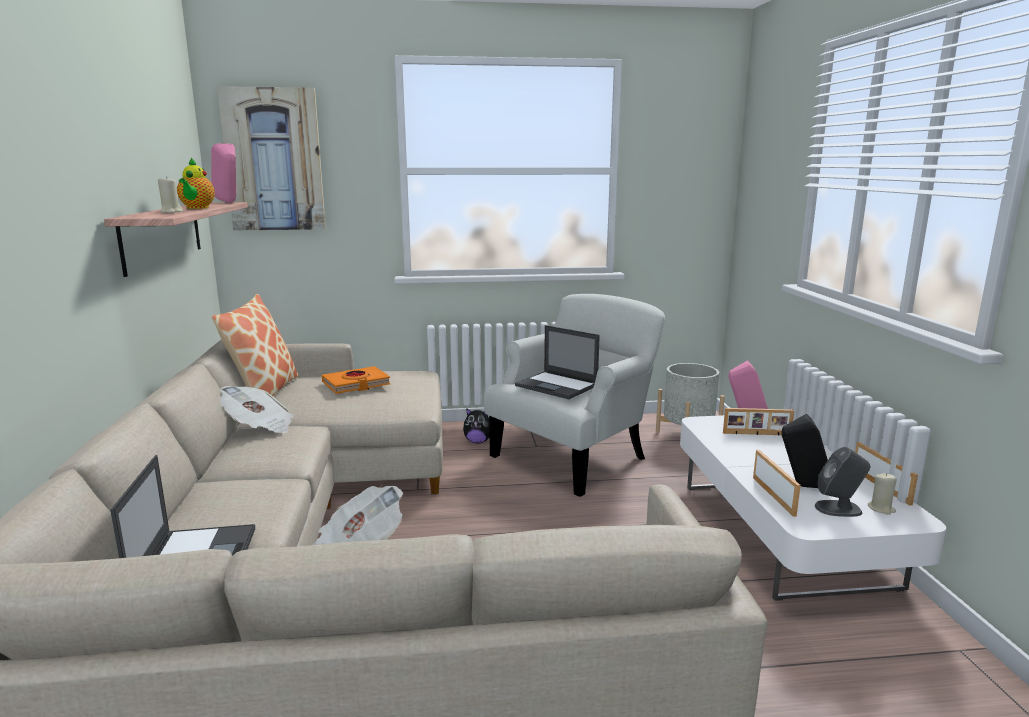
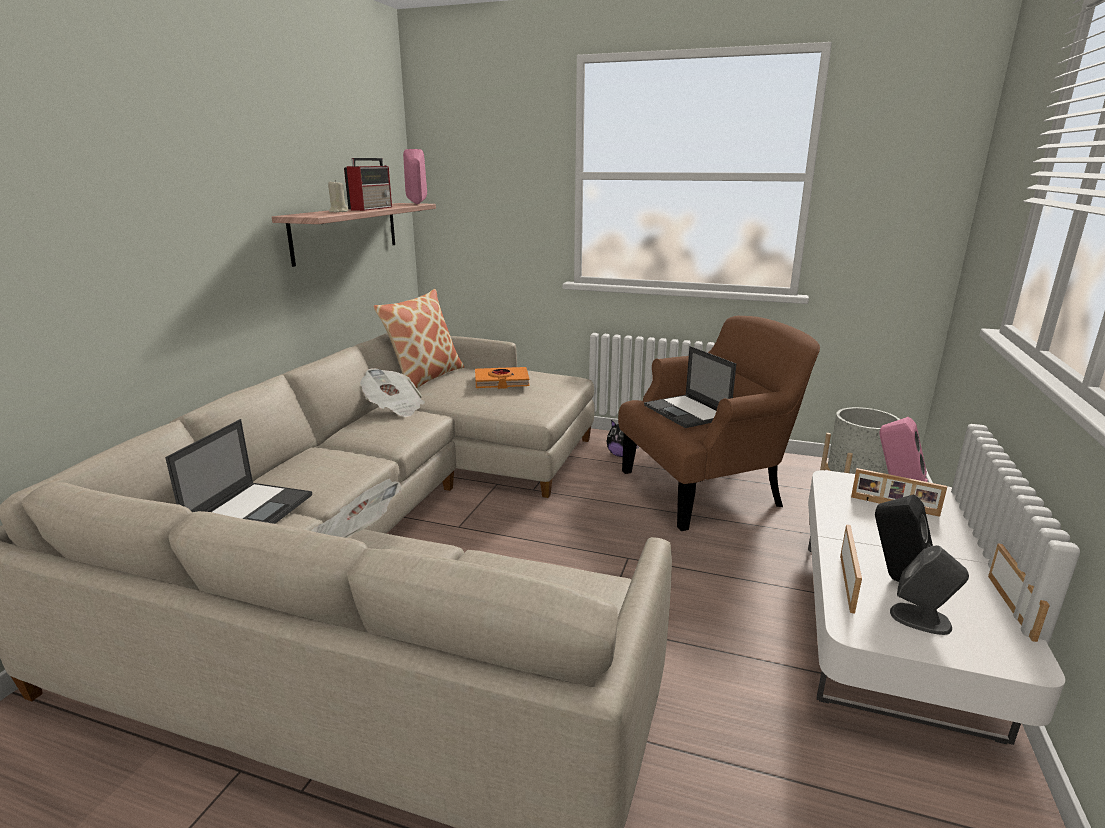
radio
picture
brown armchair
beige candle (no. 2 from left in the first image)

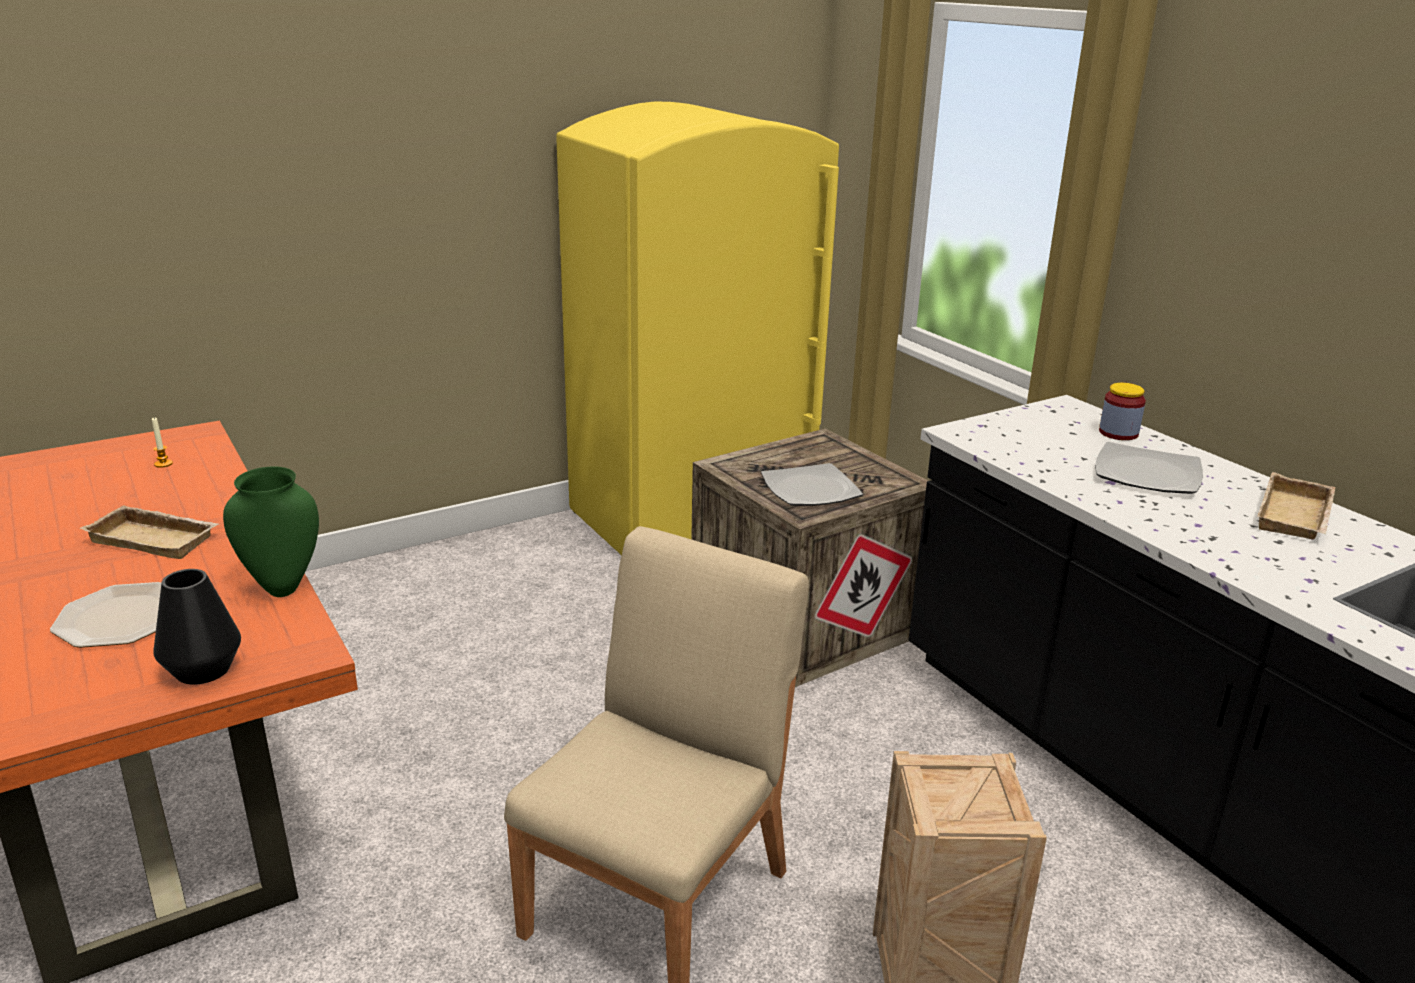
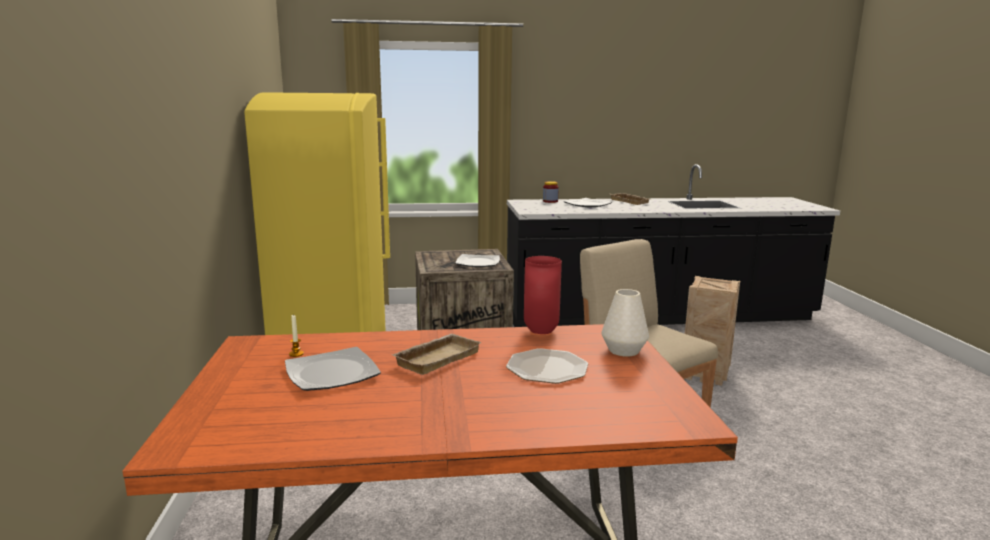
white vase
red vase
plate (no. 1 from left)

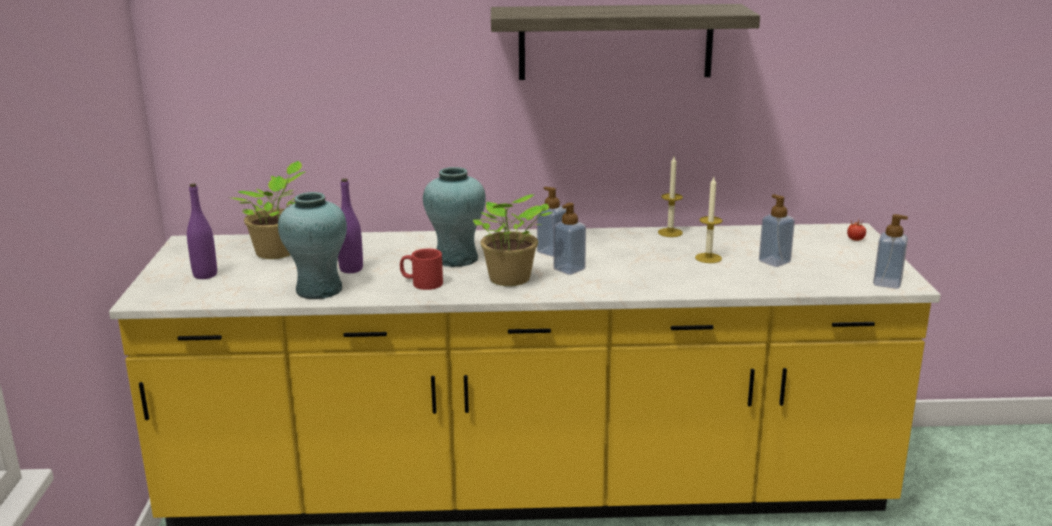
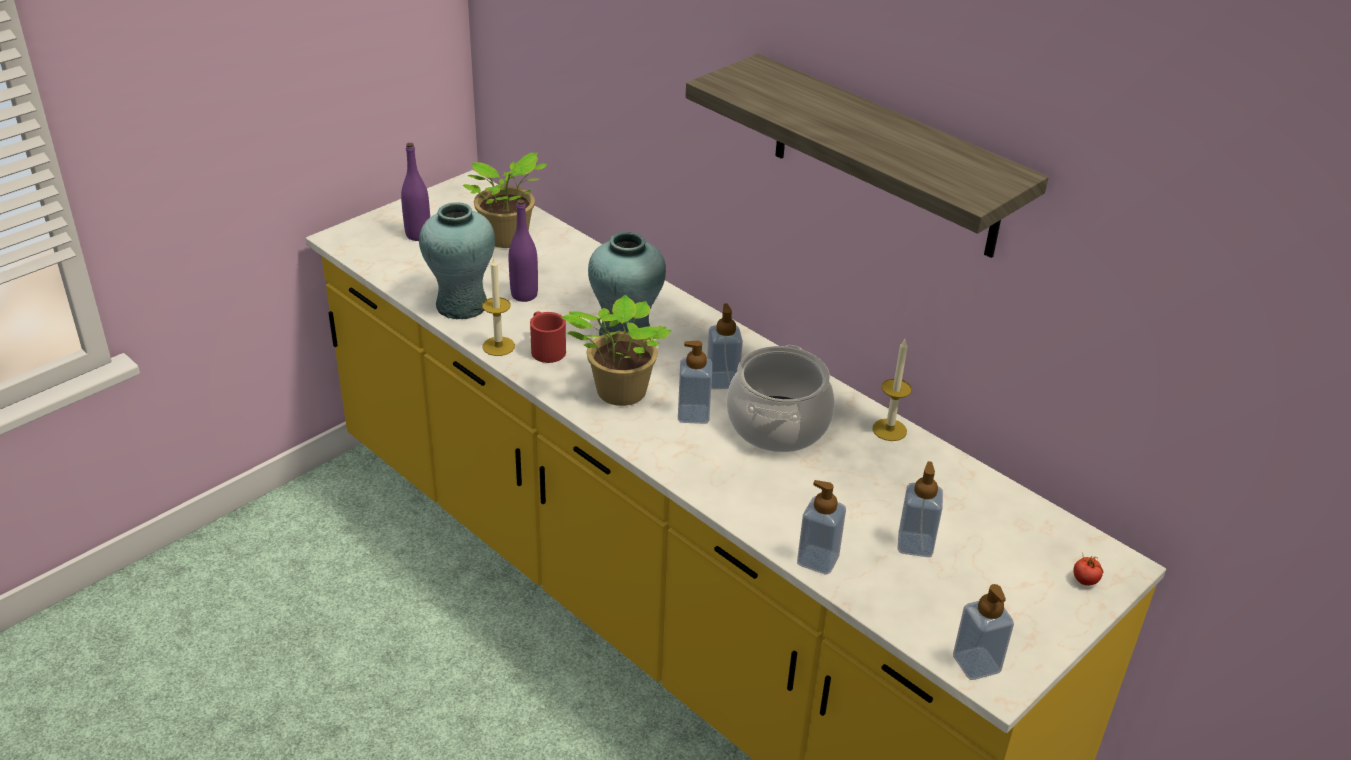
candle (no. 1 from left)
cooking pot
soap dispenser (no. 3 from left)

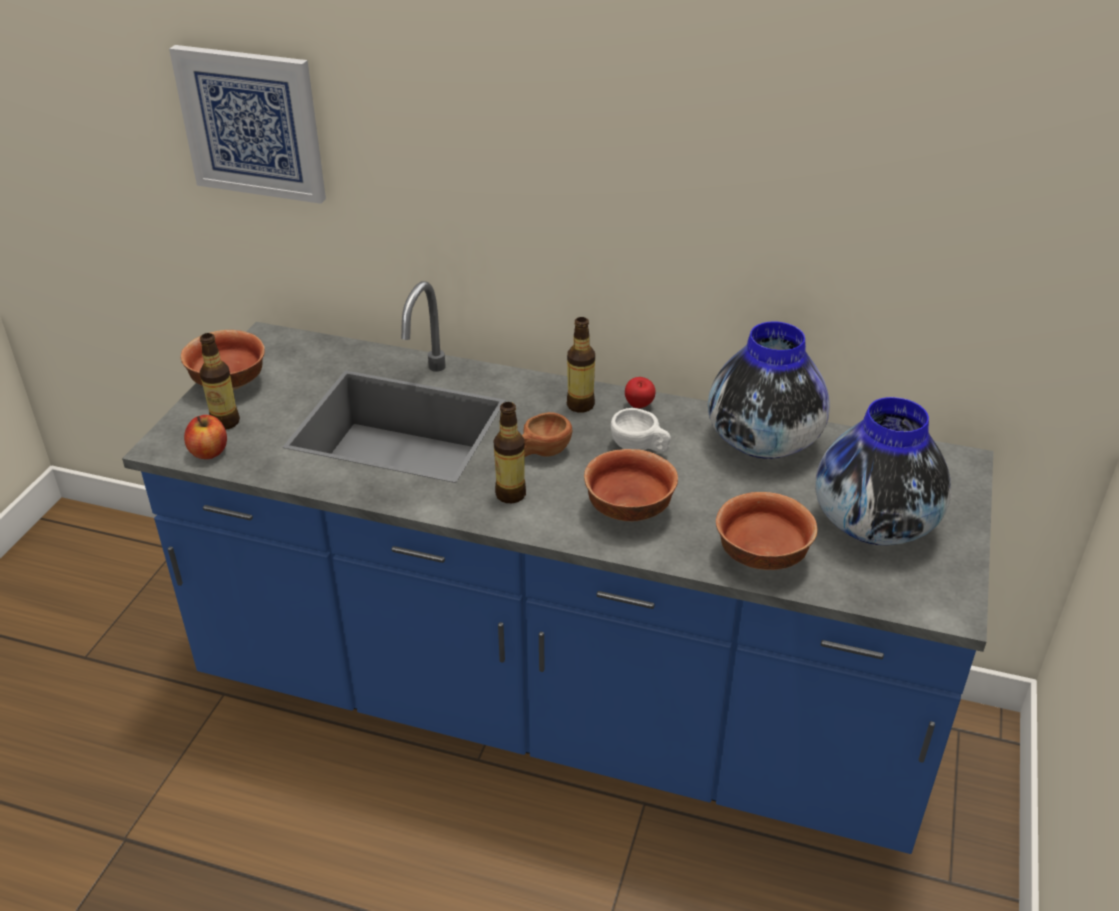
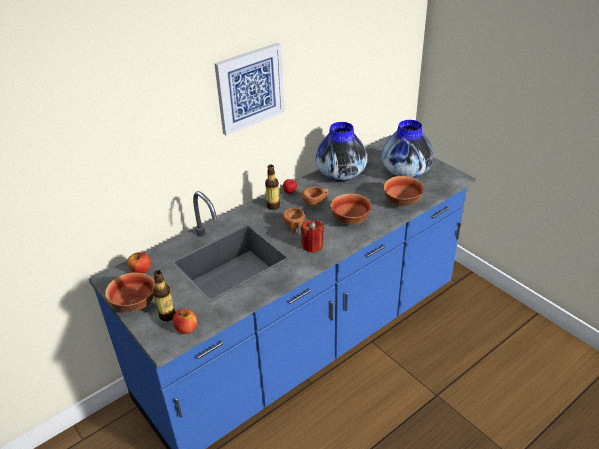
picture
red candle
brown cup (no. 2 from left)
apple (no. 1 from left)

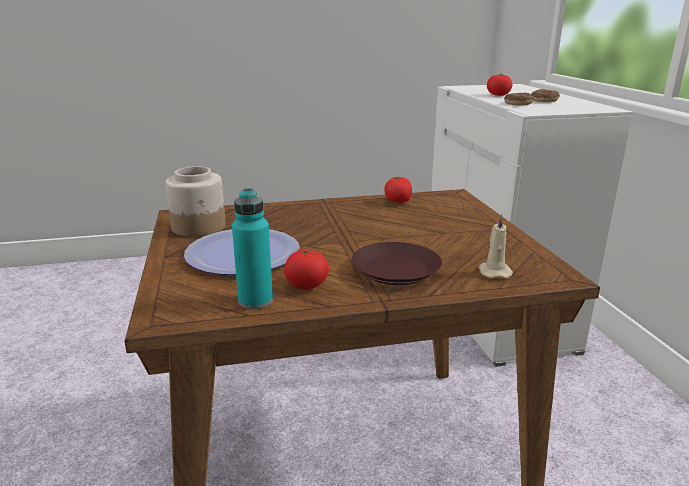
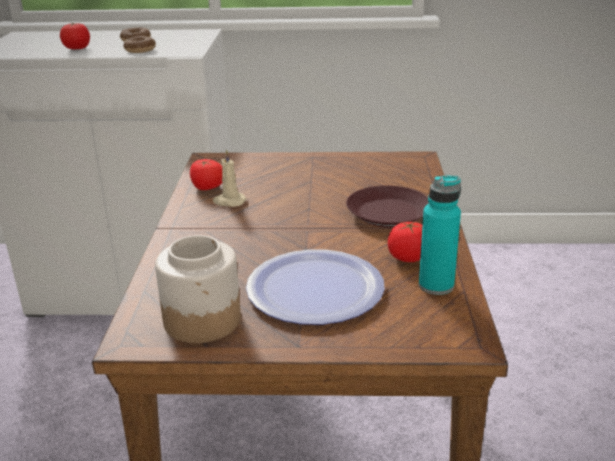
beige candle

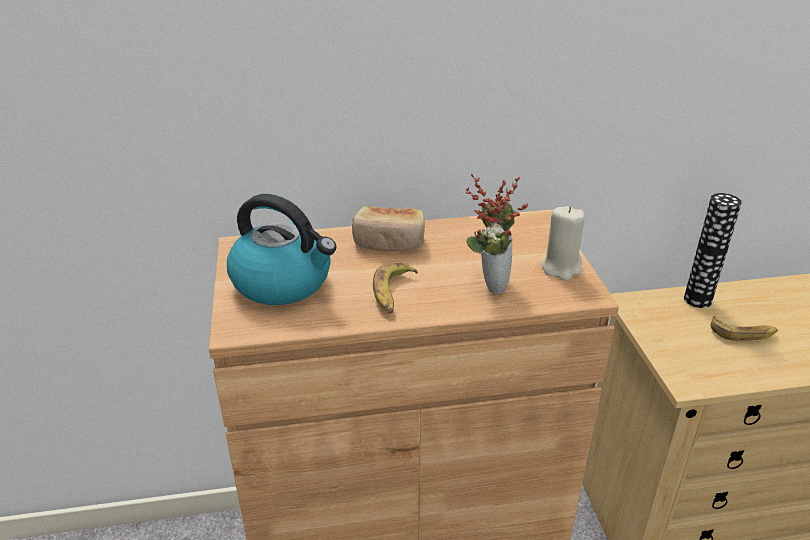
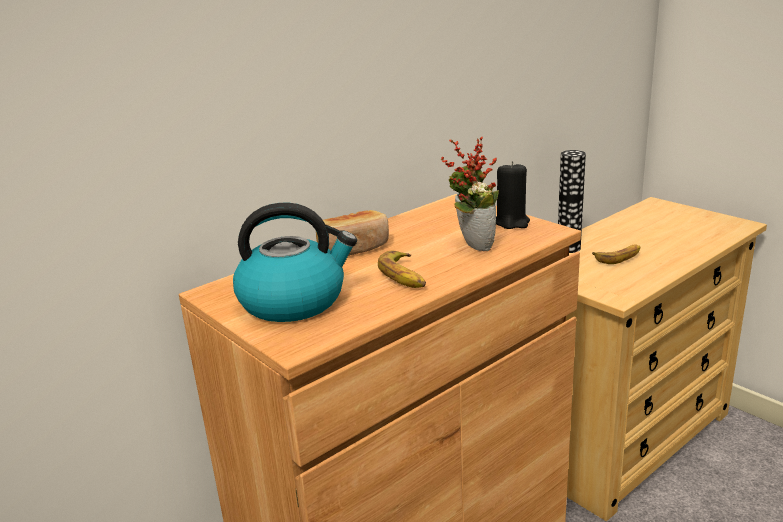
black candle

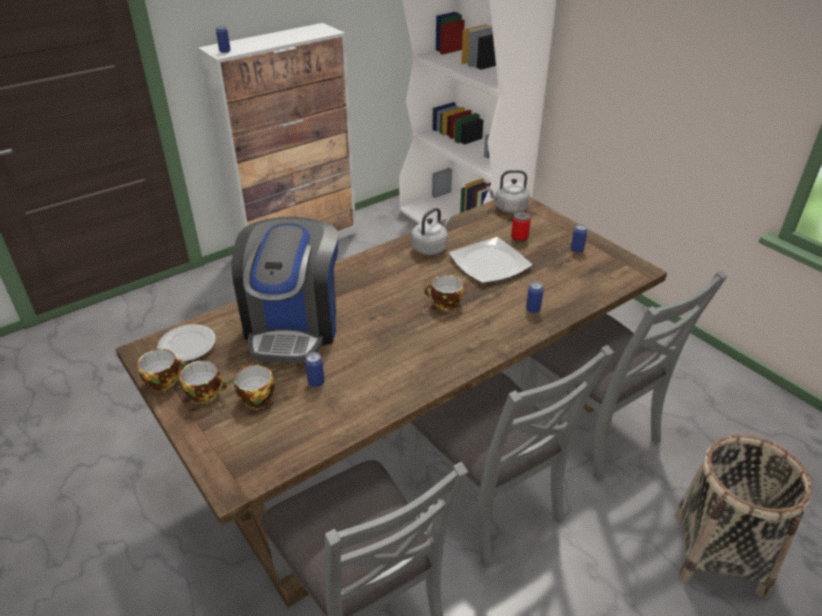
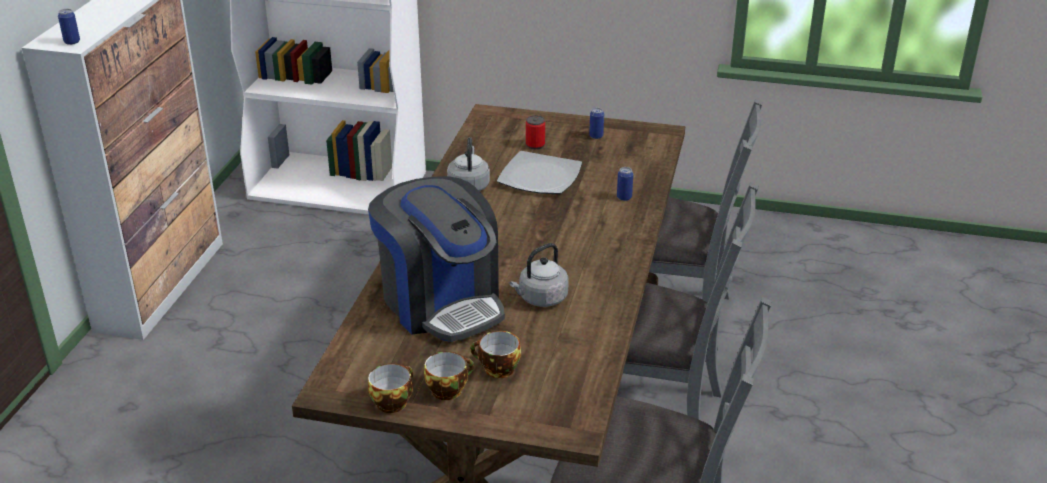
plate (no. 1 from left in the first image)
can (no. 2 from left in the first image)
cup (no. 4 from left in the first image)
grey kettle (no. 2 from left)
basket

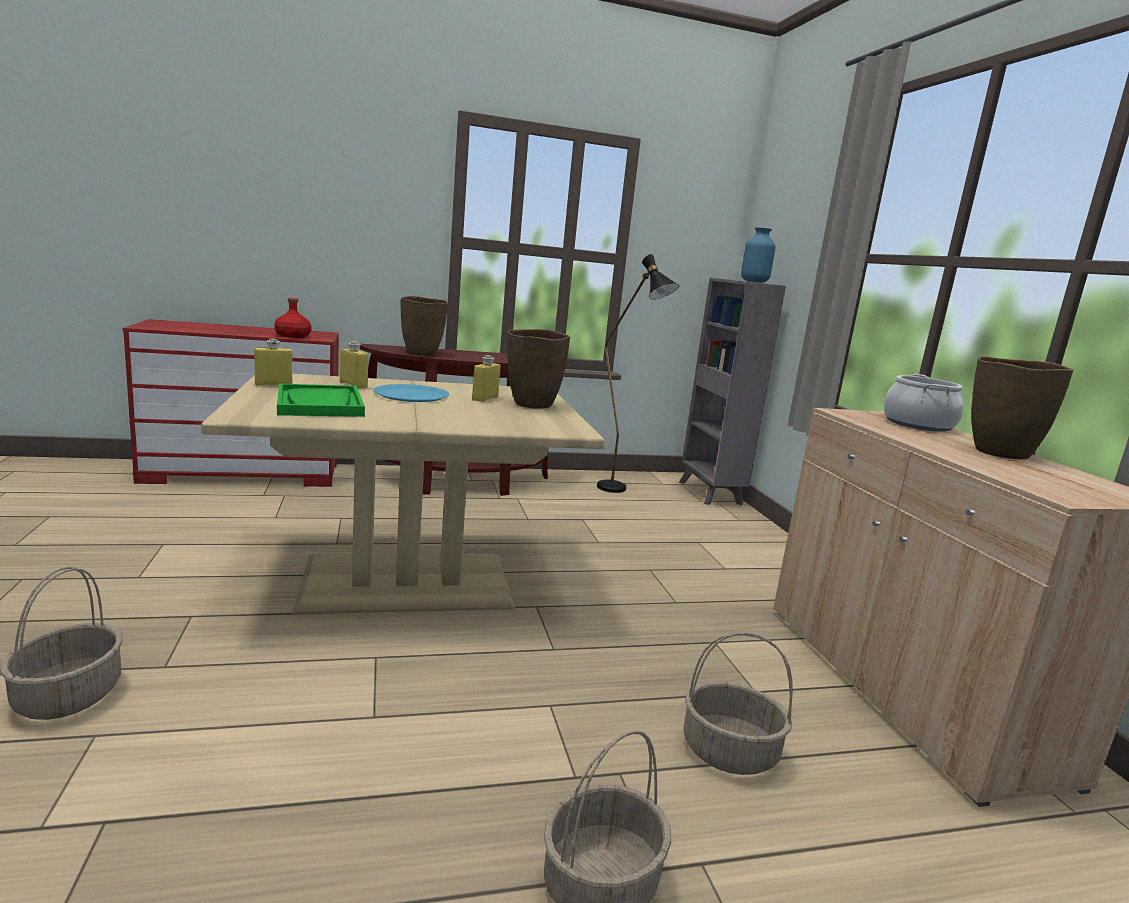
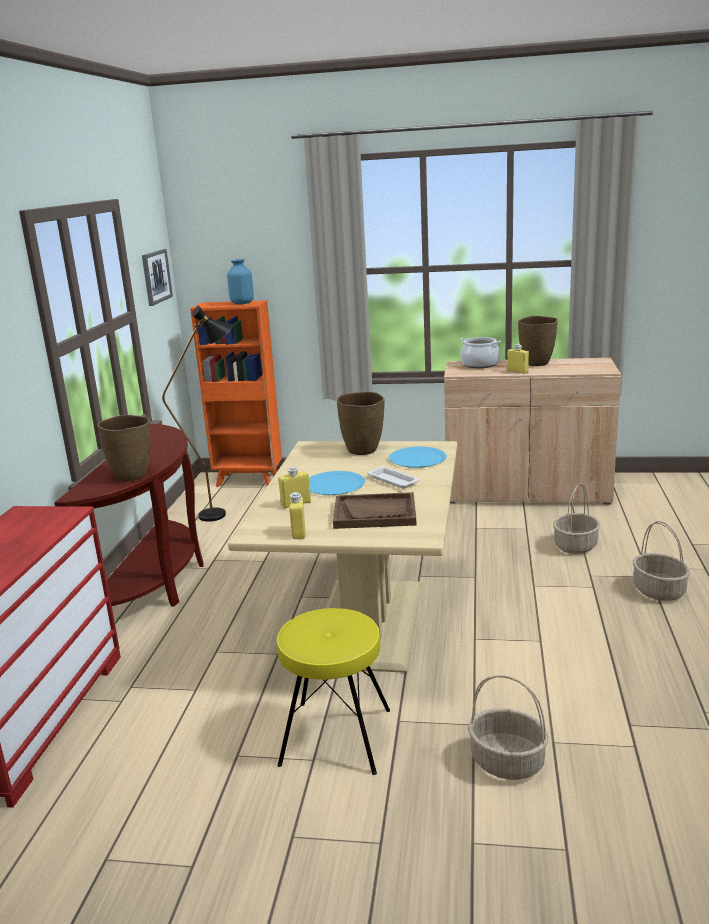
red bottle
brown tray
yellow bottle (no. 3 from left)
orange bookcase
picture
yellow stool
white tray
blue plate (no. 2 from left)

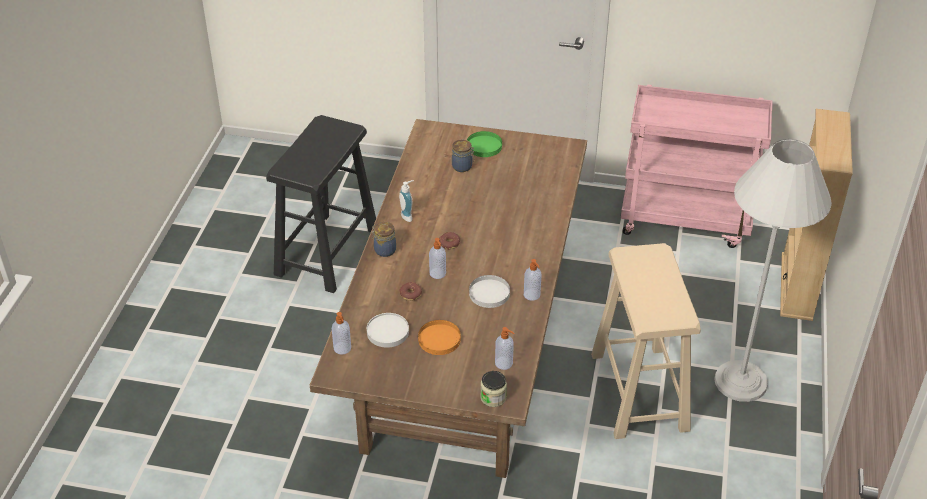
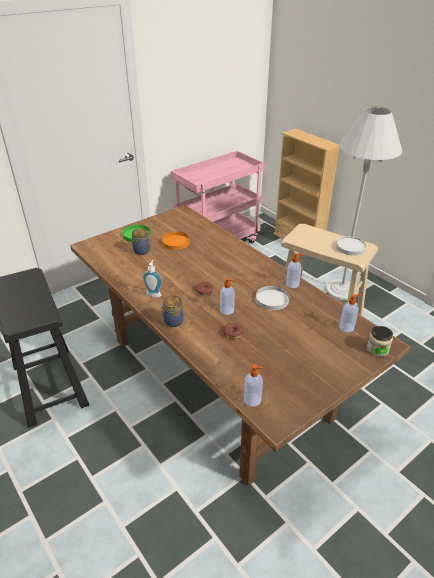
white plate (no. 2 from left)
orange plate

